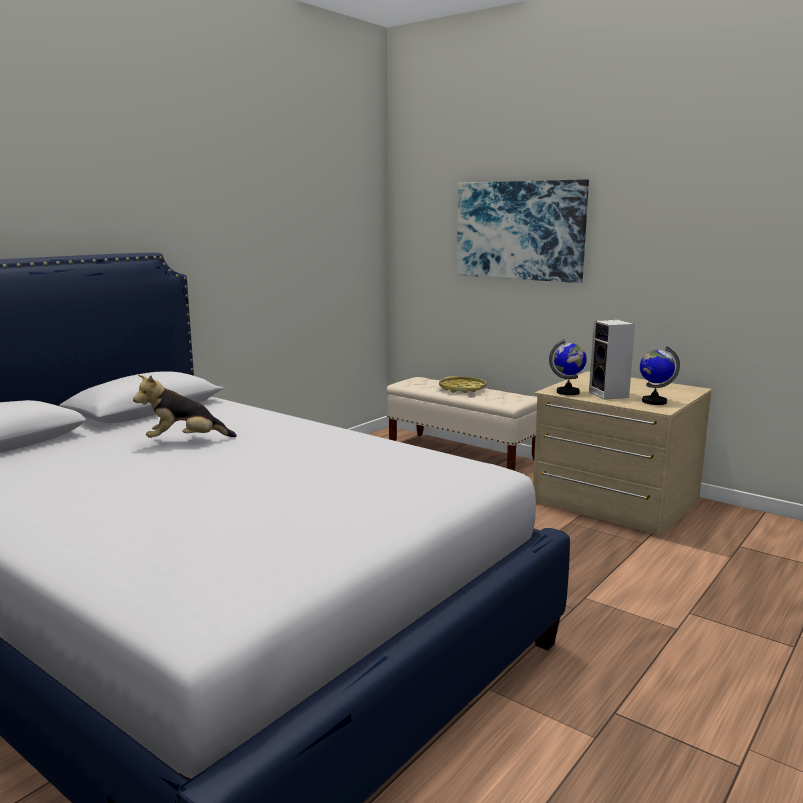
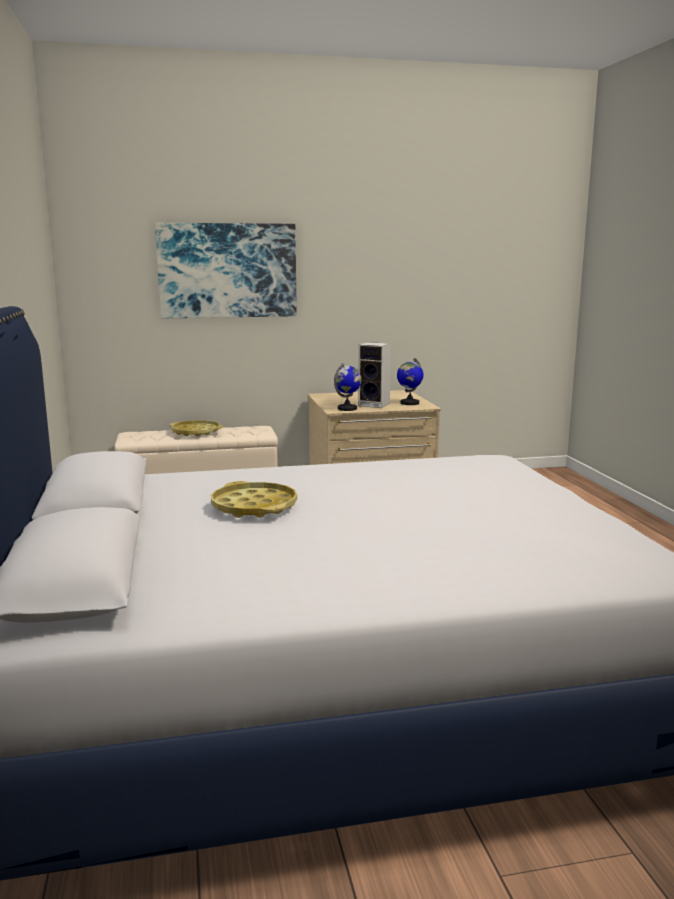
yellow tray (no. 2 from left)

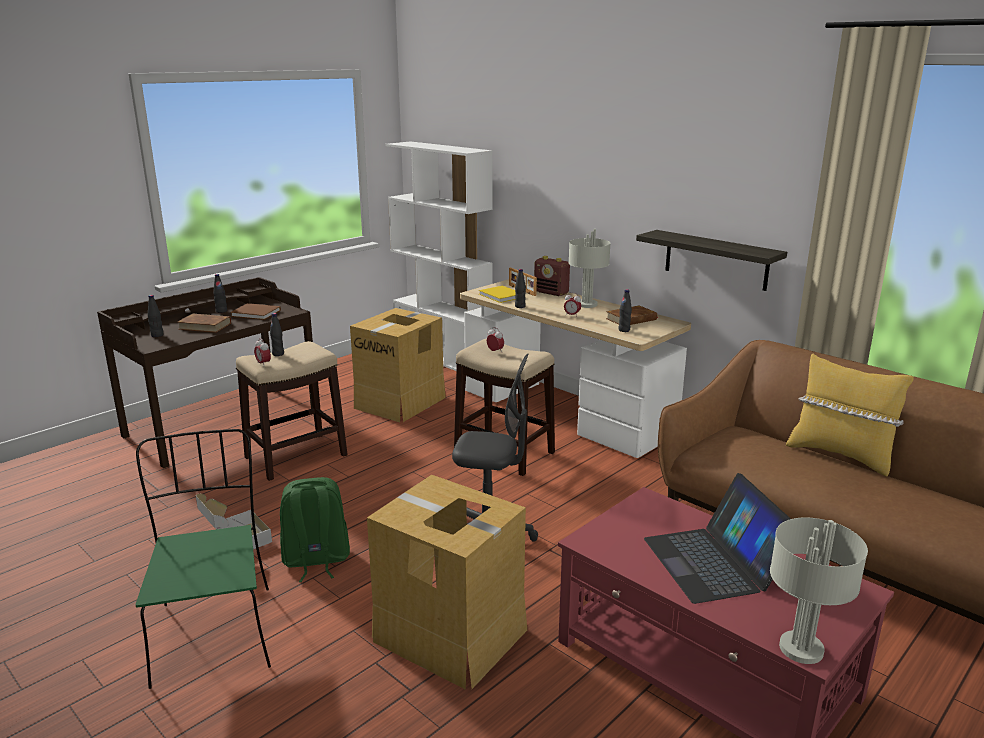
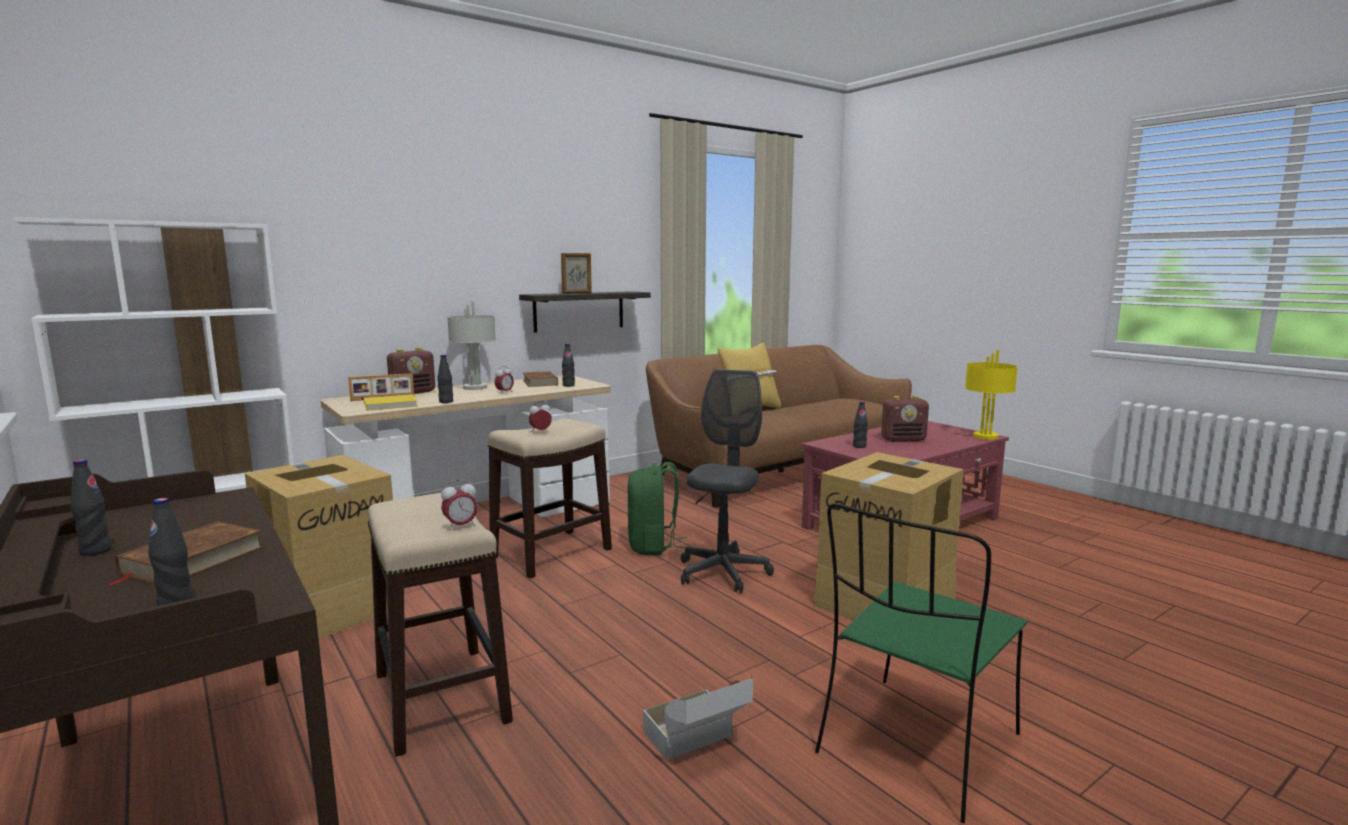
green chair
brown book (no. 2 from left in the first image)
black bottle (no. 5 from left)
green backpack
radio (no. 2 from left)
yellow table lamp
picture frame (no. 2 from left)

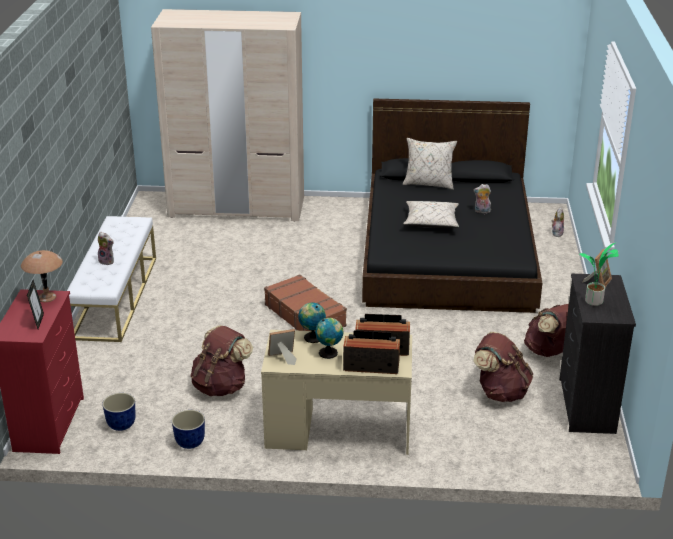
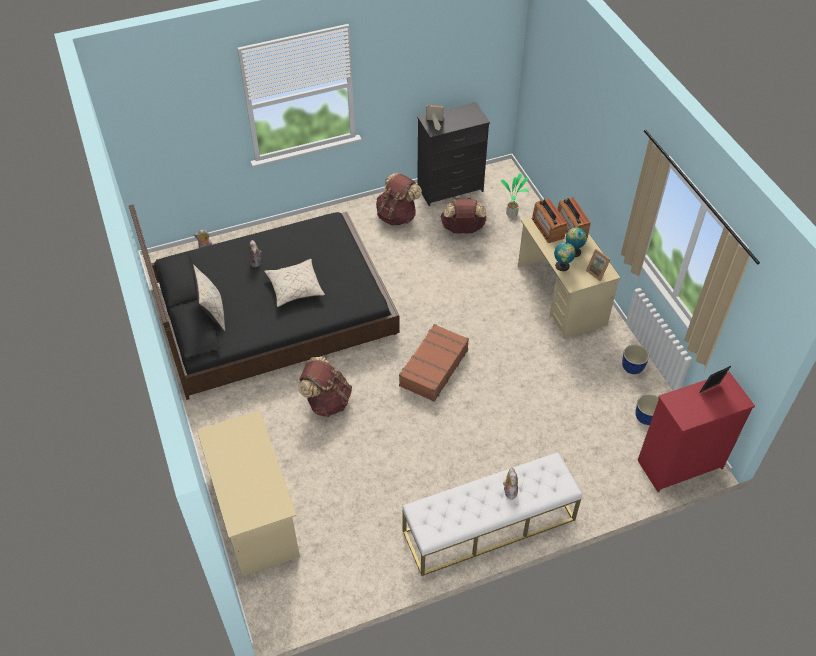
brown table lamp
beige desk (no. 1 from left)
brown backpack (no. 1 from left)
potted plant

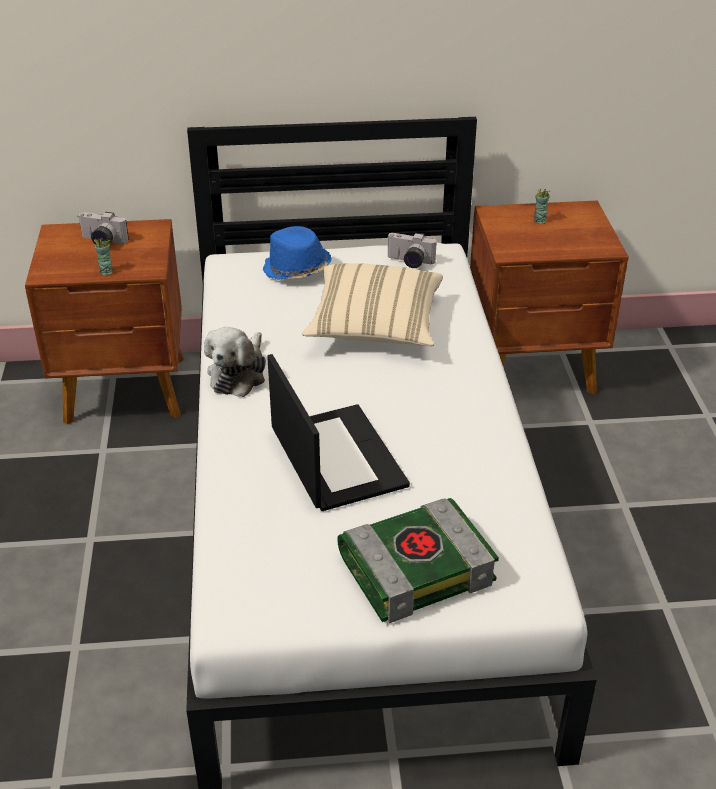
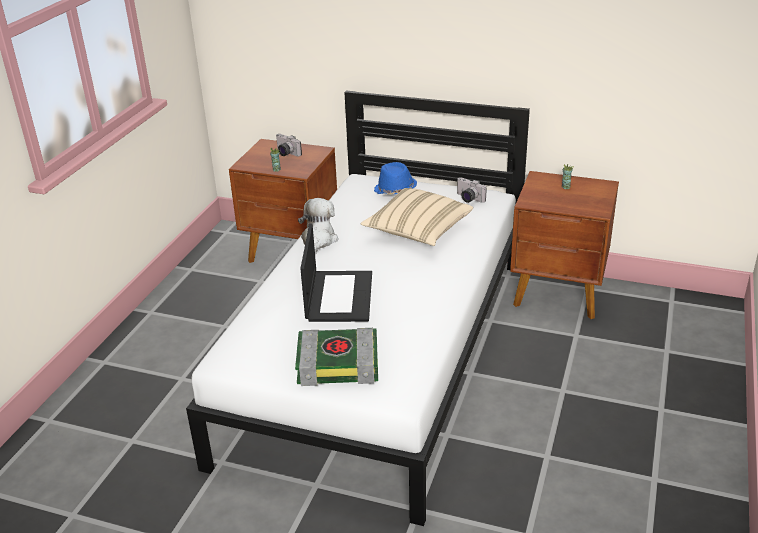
plush toy

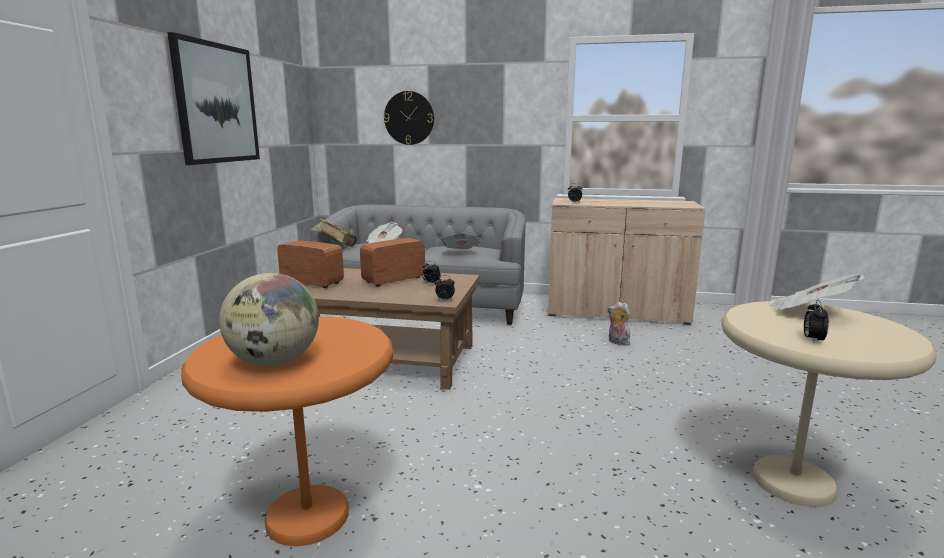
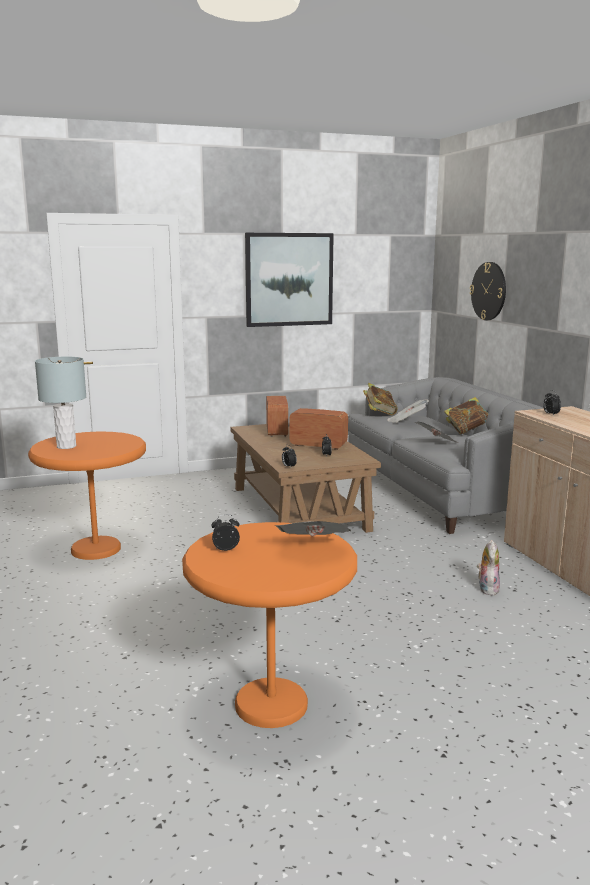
grey table lamp
orange side table (no. 2 from left)
book (no. 2 from left)

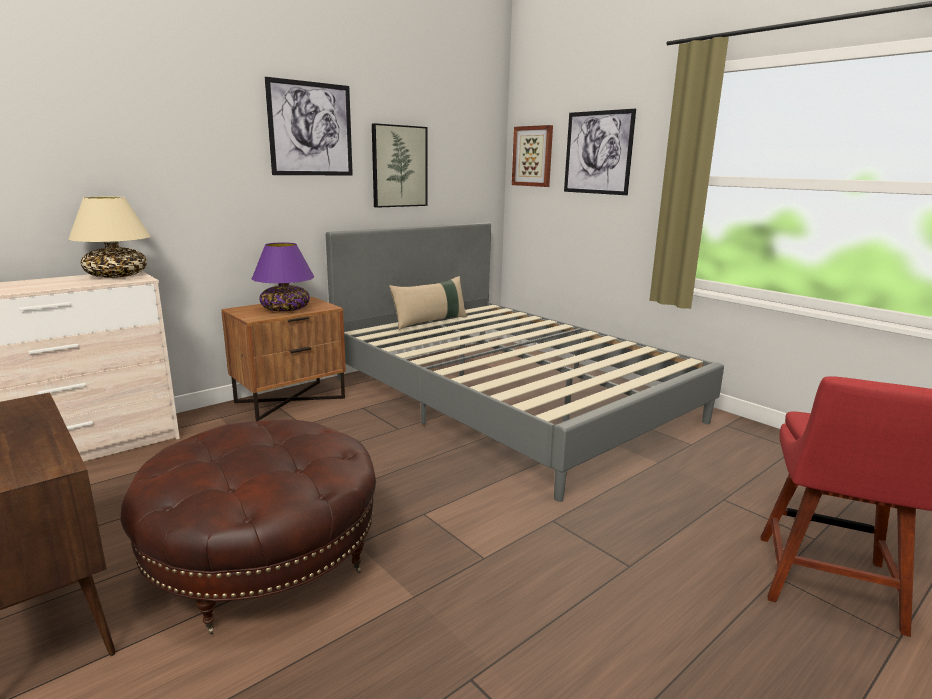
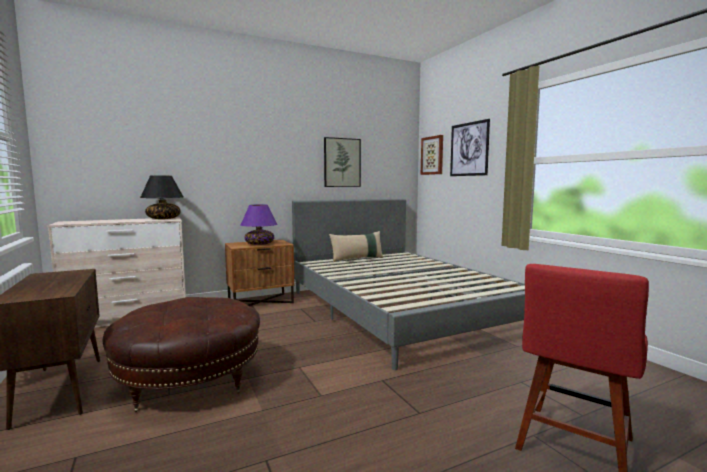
black table lamp
picture (no. 1 from left in the first image)

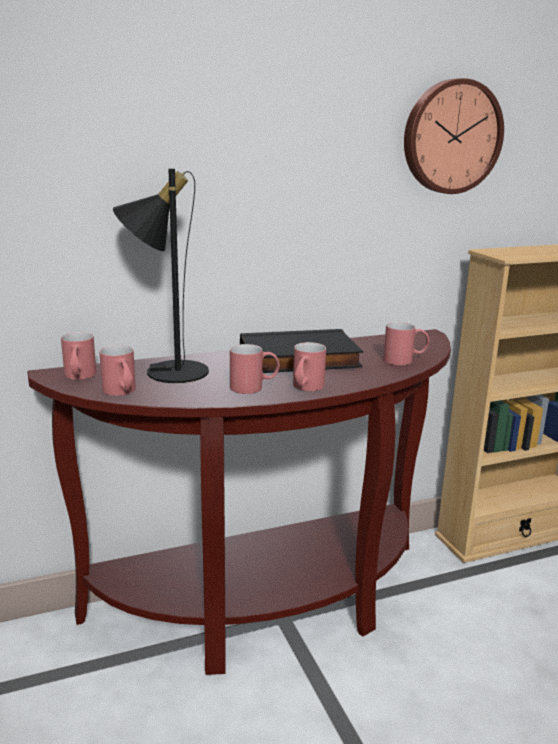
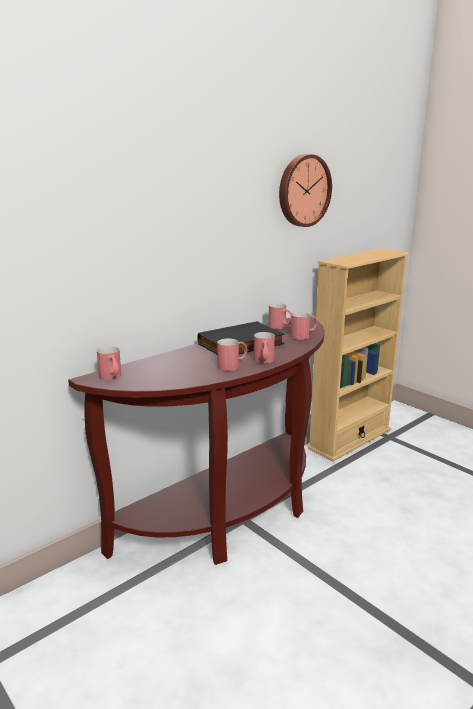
red mug (no. 4 from left)
black table lamp

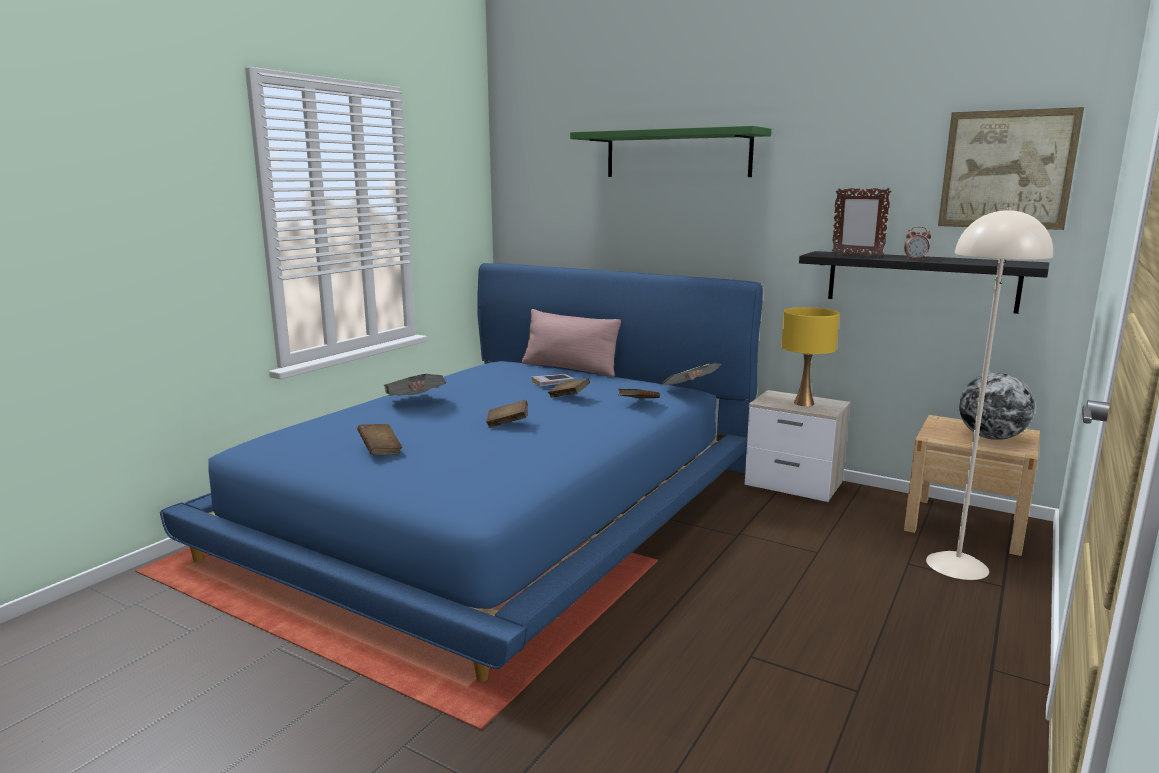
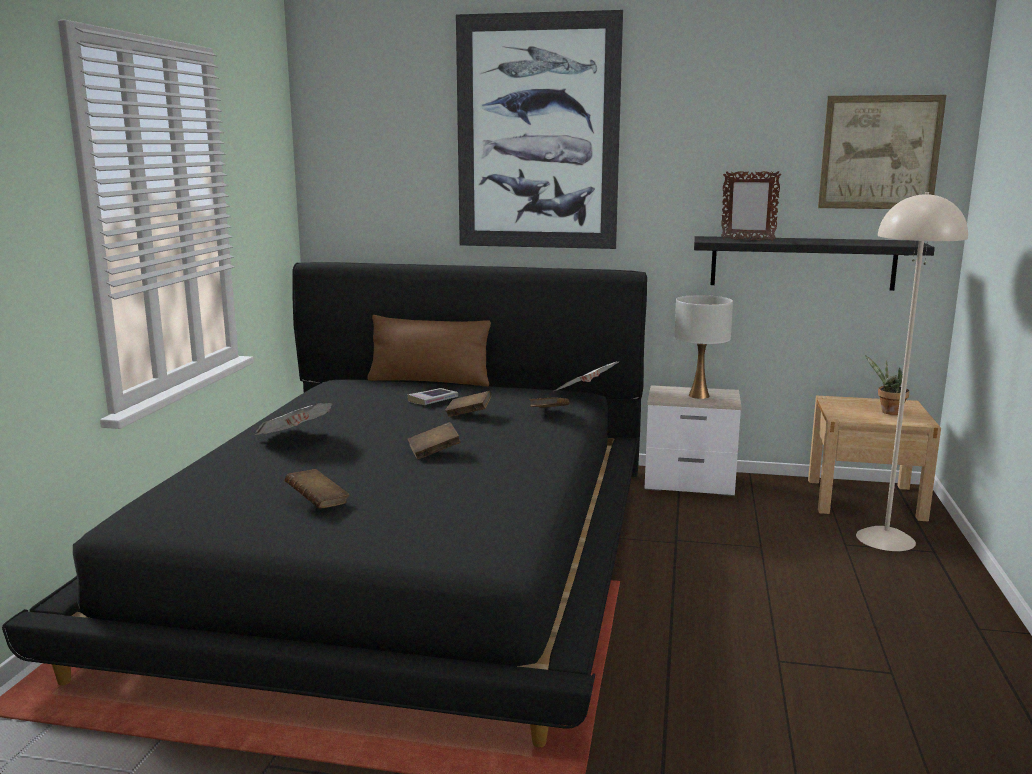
black bed
brown pillow
picture (no. 1 from left)
white table lamp
alarm clock
potted plant

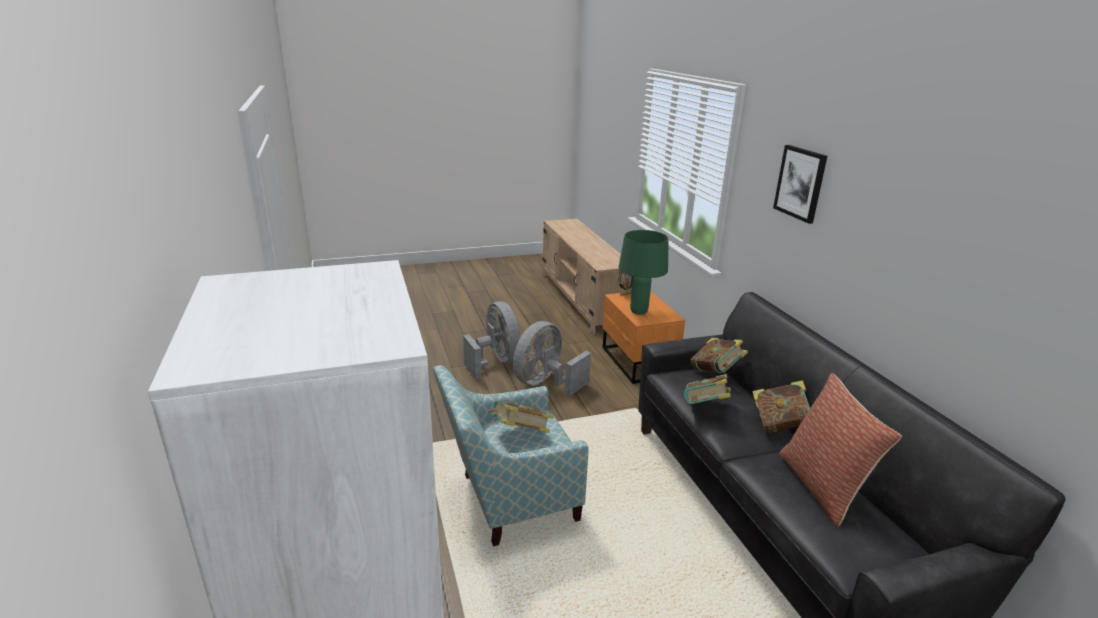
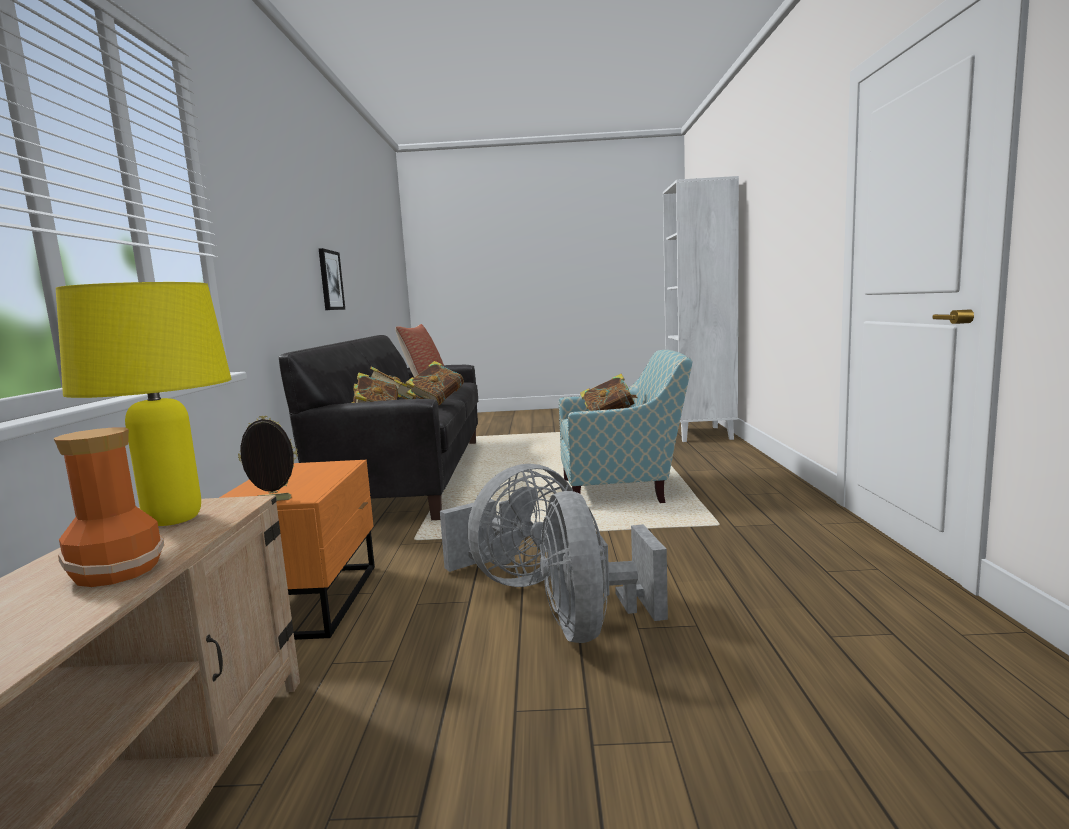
green table lamp
picture
vase
yellow table lamp

